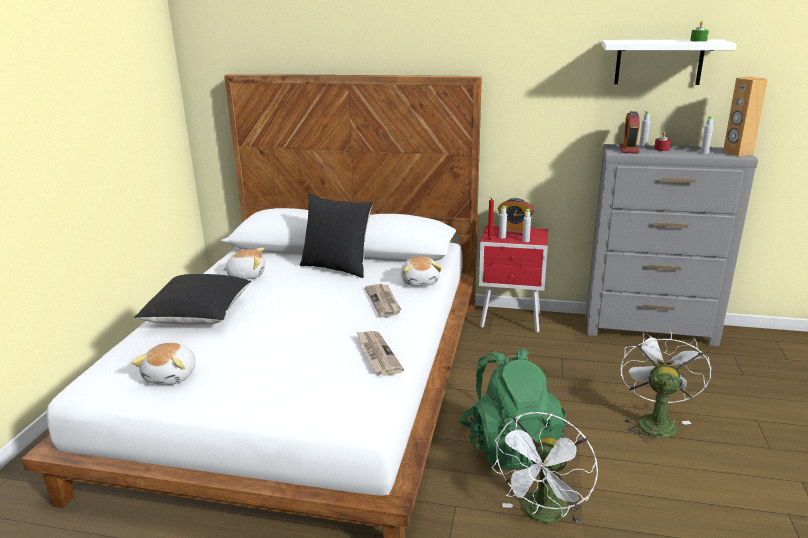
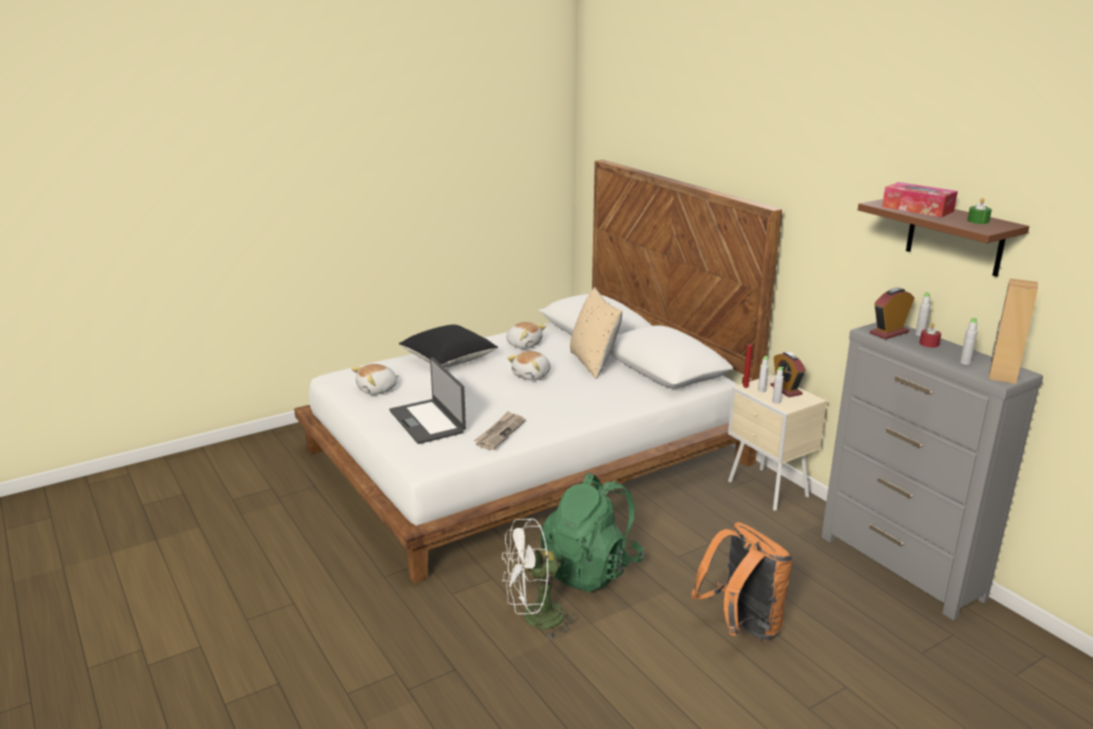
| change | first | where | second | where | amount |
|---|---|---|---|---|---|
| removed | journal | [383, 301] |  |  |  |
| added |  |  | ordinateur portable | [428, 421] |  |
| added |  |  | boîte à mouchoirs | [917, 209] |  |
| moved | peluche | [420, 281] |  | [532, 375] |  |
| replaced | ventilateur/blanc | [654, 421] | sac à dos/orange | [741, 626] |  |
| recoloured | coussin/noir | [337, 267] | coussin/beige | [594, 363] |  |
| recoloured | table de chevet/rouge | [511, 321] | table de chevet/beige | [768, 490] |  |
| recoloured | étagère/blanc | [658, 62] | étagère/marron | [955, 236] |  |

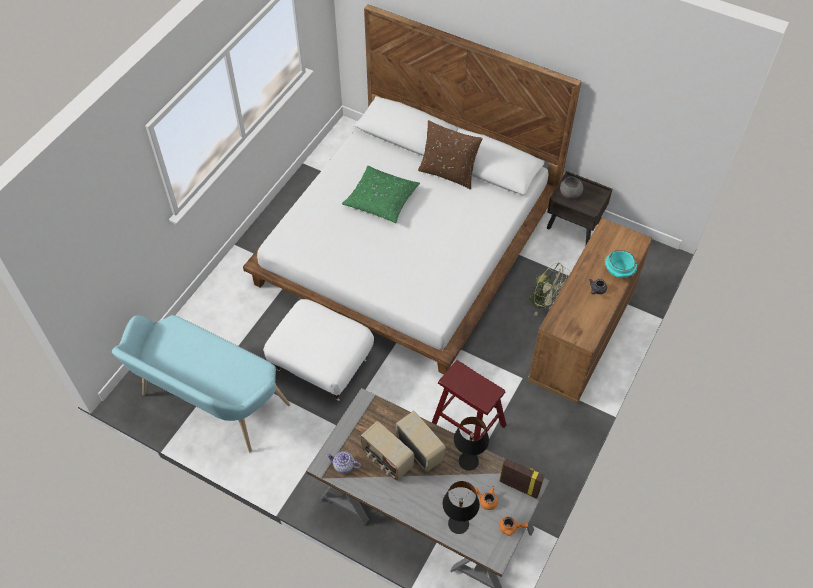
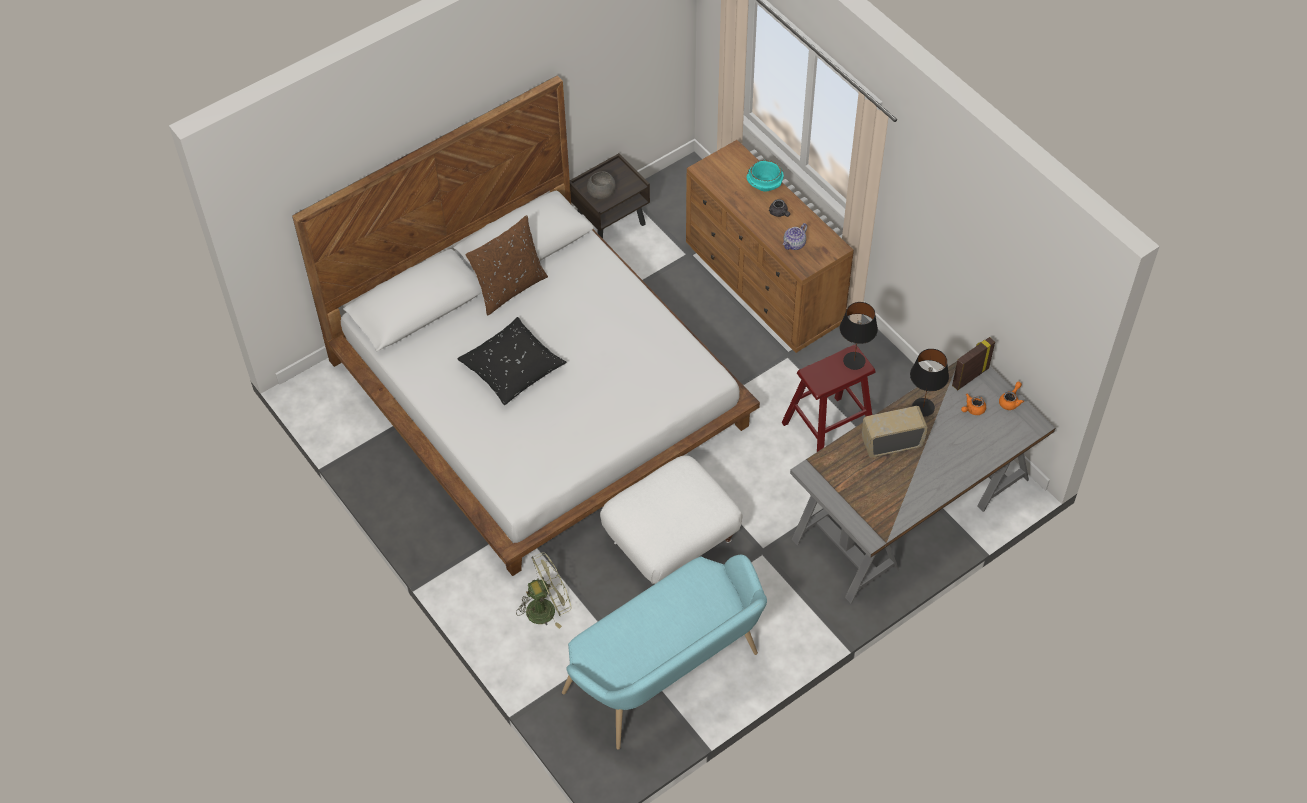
| change | first | where | second | where | amount |
|---|---|---|---|---|---|
| removed | radio | [387, 459] |  |  |  |
| moved | théière | [343, 466] |  | [794, 244] |  |
| moved | lampe de table/noir | [458, 523] |  | [853, 360] |  |
| moved | ventilateur/vert | [544, 302] |  | [546, 608] |  |
| recoloured | coussin/vert | [381, 199] | coussin/noir | [512, 368] |  |

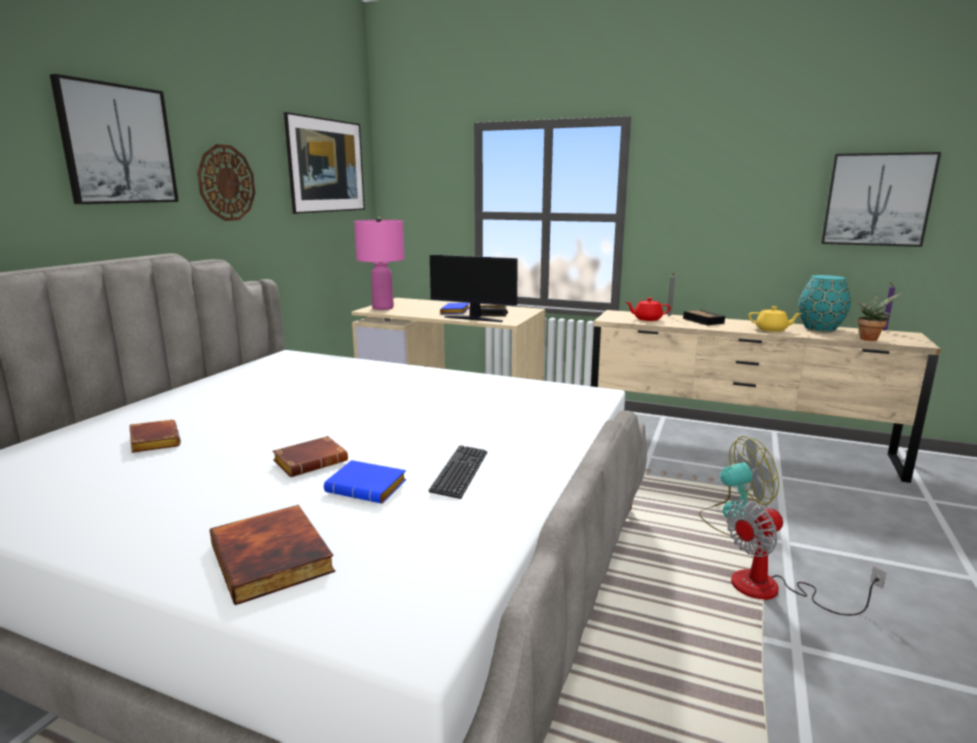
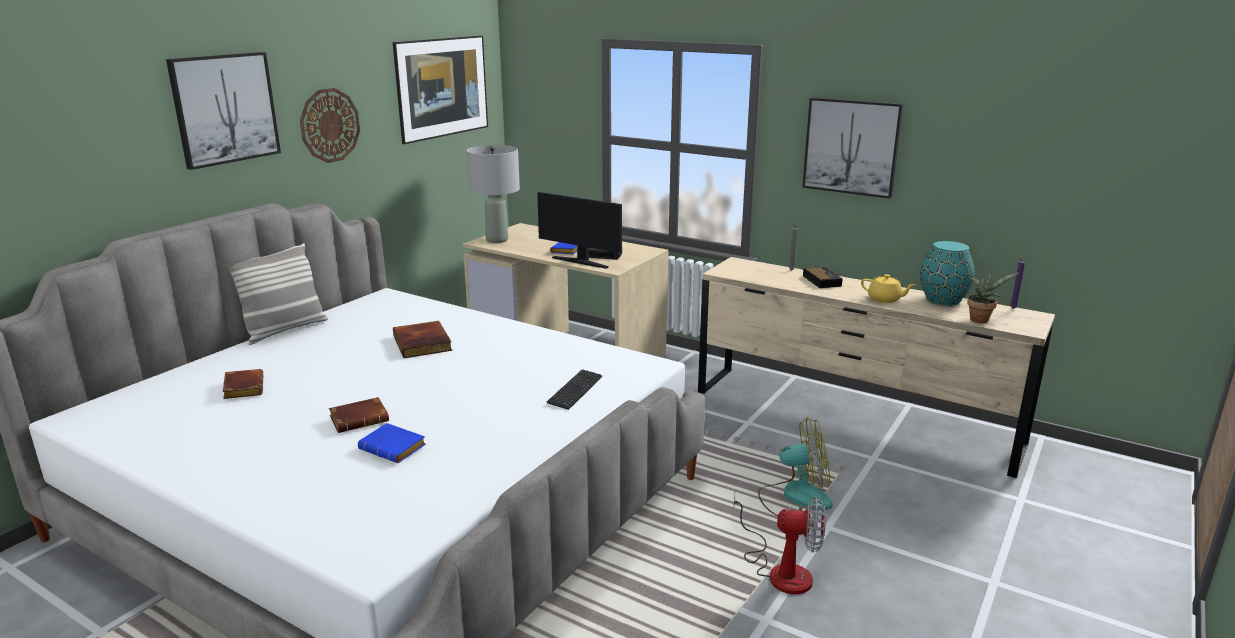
| change | first | where | second | where | amount |
|---|---|---|---|---|---|
| removed | théière/rouge | [647, 319] |  |  |  |
| added |  |  | coussin | [284, 330] |  |
| moved | livre | [274, 557] |  | [424, 343] |  |
| moved | clavier | [460, 473] |  | [575, 391] |  |
| moved | tableau | [877, 199] |  | [851, 146] |  |
| recoloured | lampe de table/rose | [383, 308] | lampe de table/gris | [497, 240] |  |
| turned | ventilateur | [773, 590] |  | [780, 570] | 150 degrees counterclockwise |

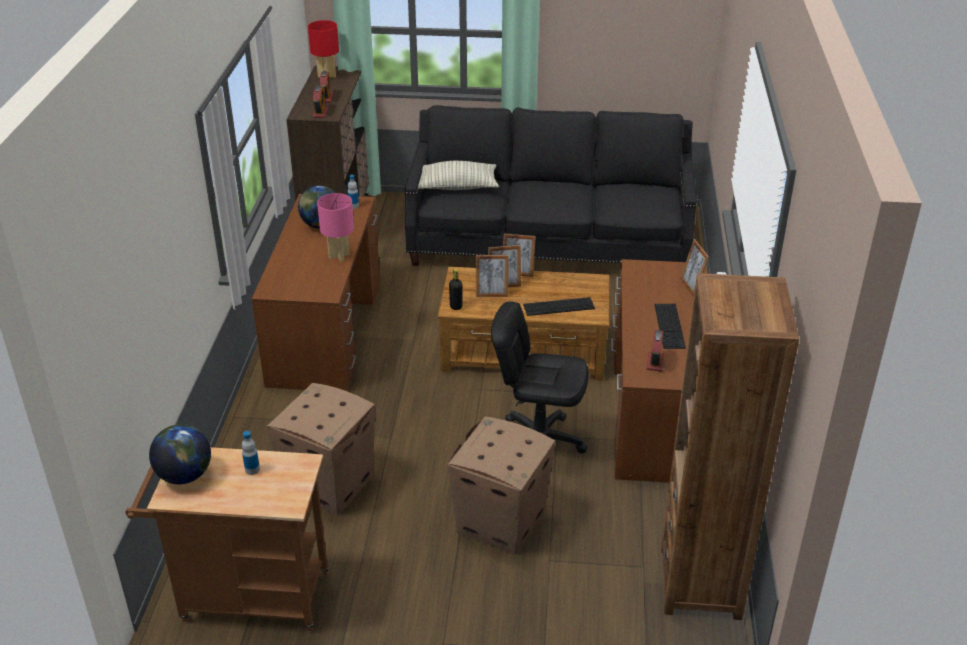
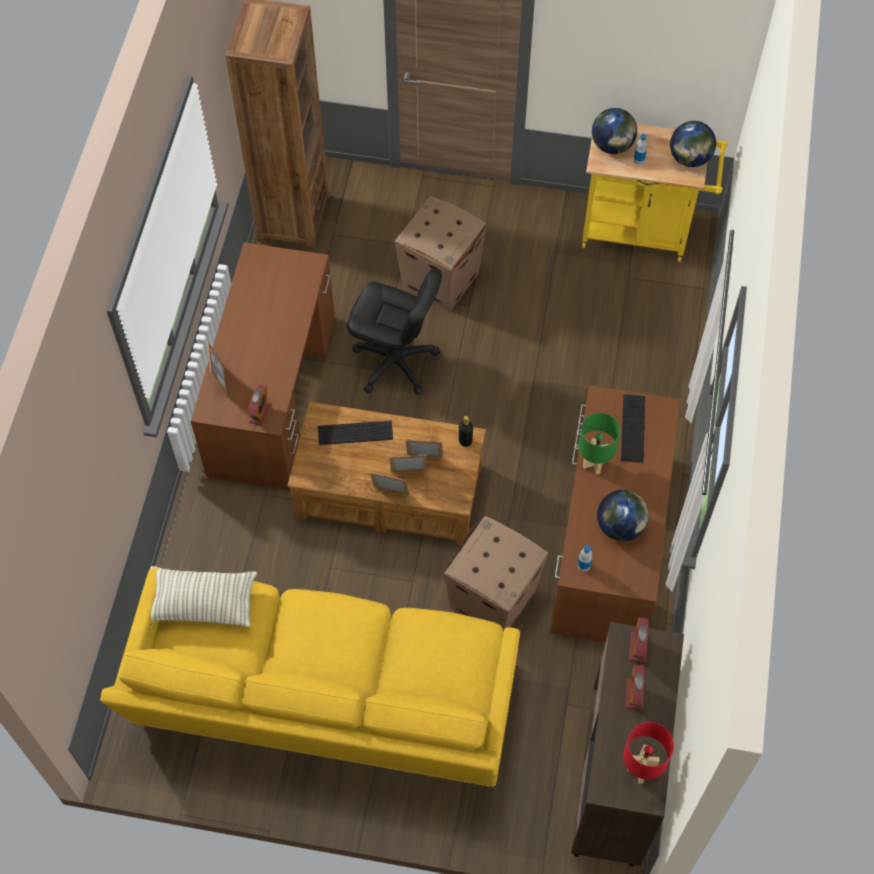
| change | first | where | second | where | amount |
|---|---|---|---|---|---|
| added |  |  | globe | [612, 146] |  |
| moved | carton | [330, 485] |  | [492, 600] |  |
| moved | coussin | [457, 187] |  | [202, 602] |  |
| moved | réveil | [655, 362] |  | [260, 413] |  |
| moved | clavier | [669, 326] |  | [633, 428] |  |
| recoloured | chariot/marron | [246, 596] | chariot/jaune | [642, 231] |  |
| recoloured | lampe de table/rose | [339, 256] | lampe de table/vert | [593, 463] |  |
| recoloured | canapé/noir | [549, 241] | canapé/jaune | [324, 701] |  |

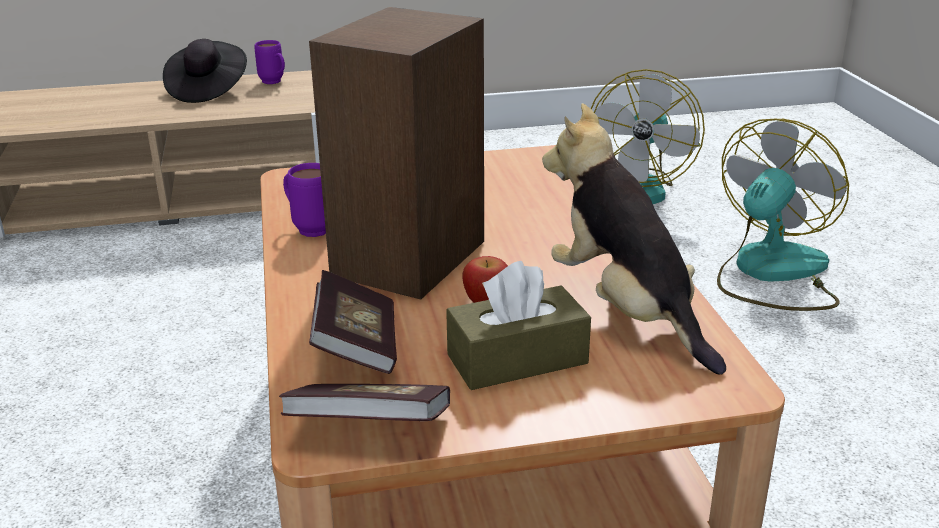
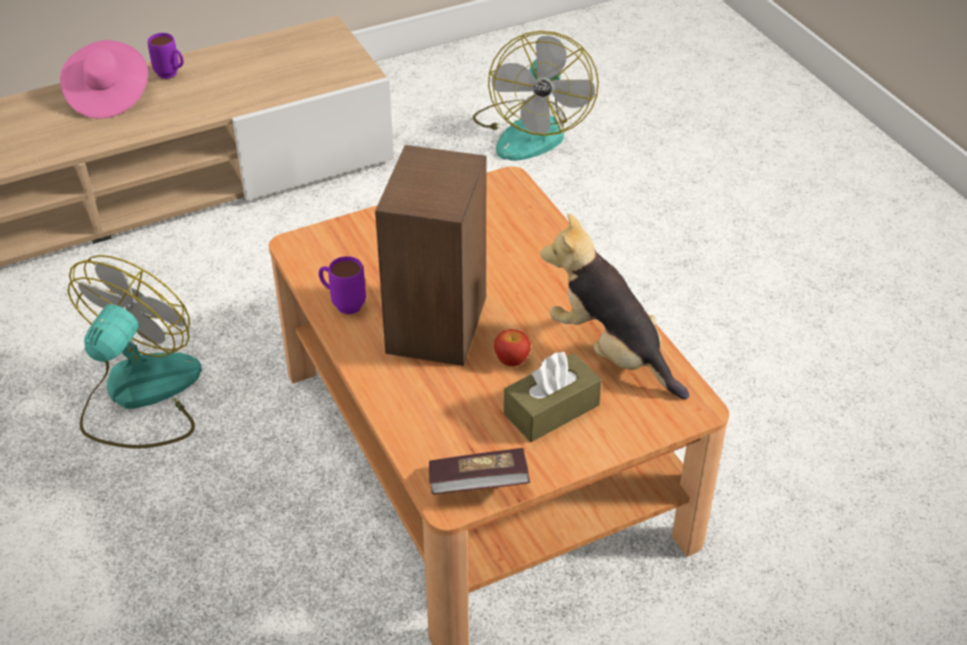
| change | first | where | second | where | amount |
|---|---|---|---|---|---|
| removed | livre | [356, 346] |  |  |  |
| moved | ventilateur | [771, 273] |  | [139, 396] |  |
| recoloured | chapeau/noir | [207, 90] | chapeau/rose | [108, 96] |  |

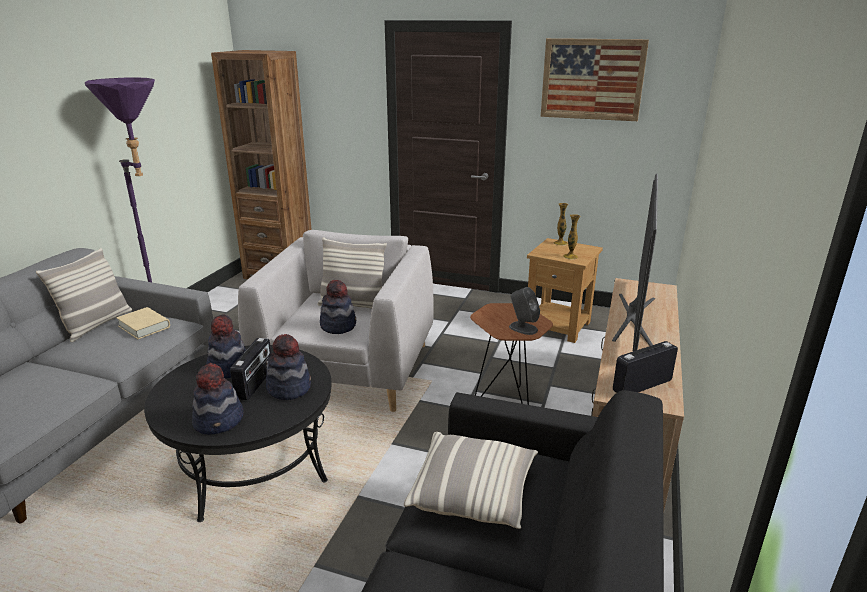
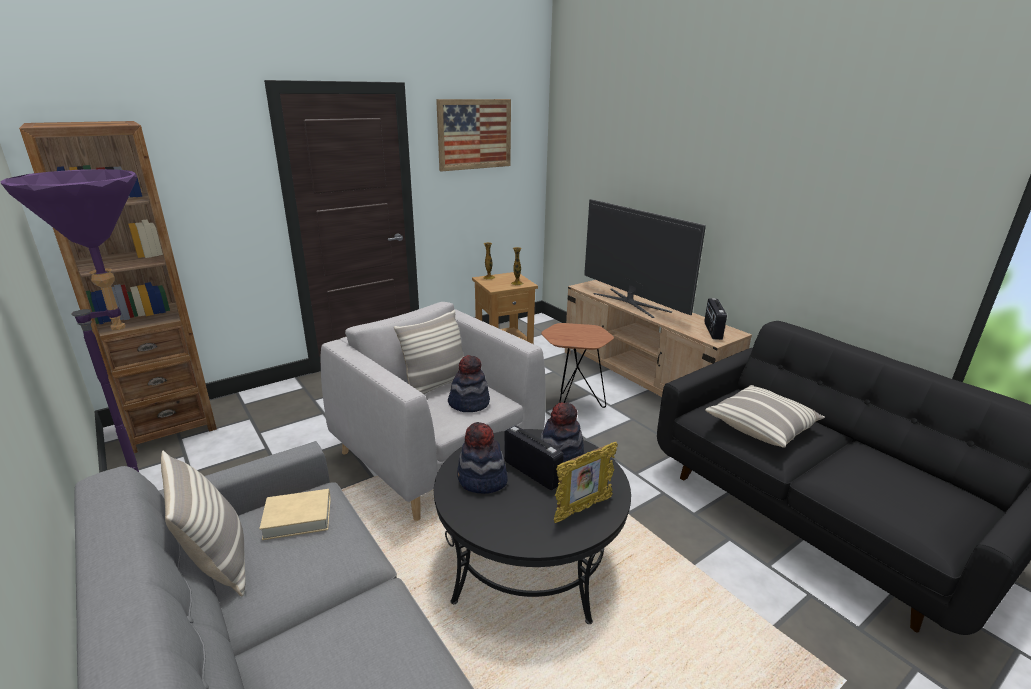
| change | first | where | second | where | amount |
|---|---|---|---|---|---|
| removed | enceinte/gris | [523, 328] |  |  |  |
| replaced | chapeau | [219, 421] | cadre photo | [582, 509] |  |

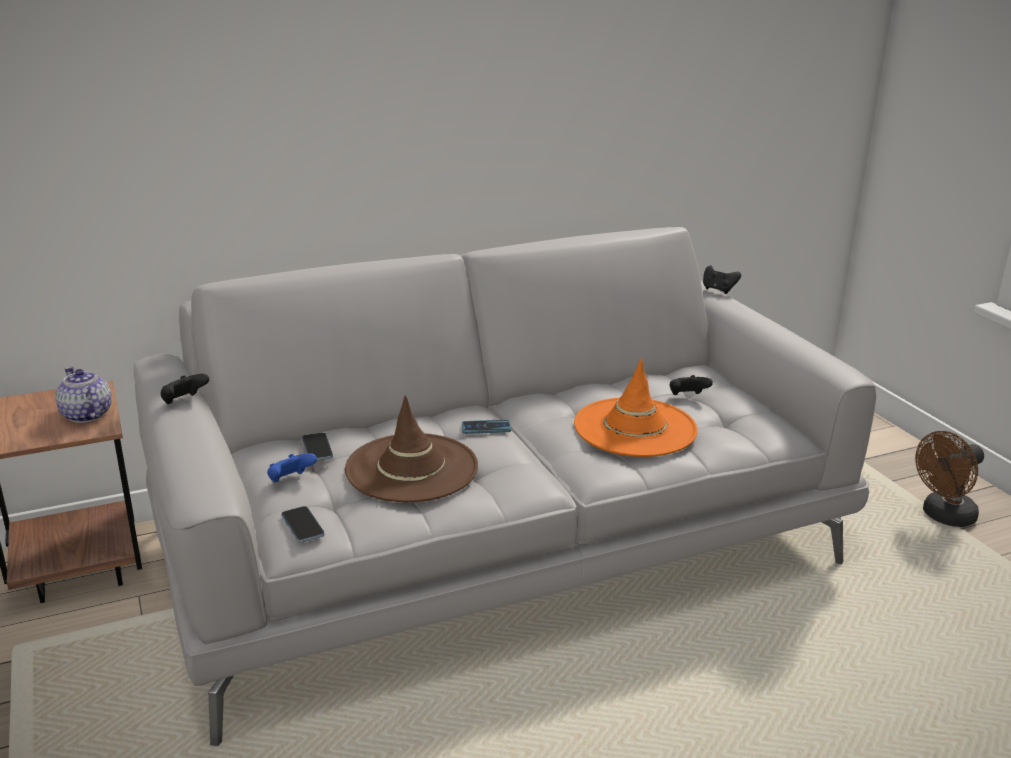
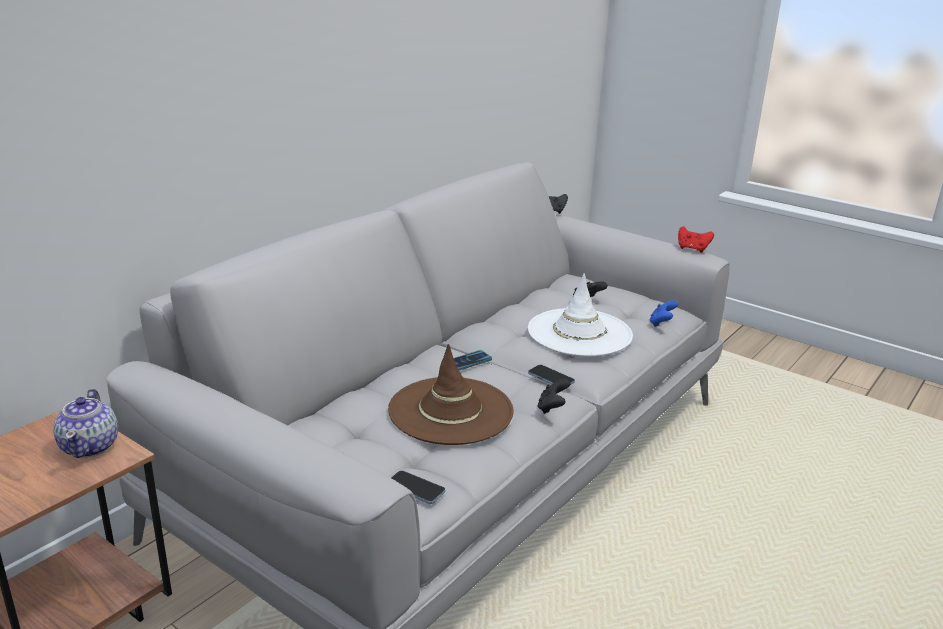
| change | first | where | second | where | amount |
|---|---|---|---|---|---|
| removed | ventilateur/marron | [943, 516] |  |  |  |
| added |  |  | manette/rouge | [692, 249] |  |
| moved | manette/noir | [184, 402] |  | [552, 408] |  |
| moved | manette/bleu | [290, 480] |  | [661, 323] |  |
| moved | téléphone | [317, 448] |  | [551, 378] |  |
| recoloured | chapeau/orange | [635, 428] | chapeau/blanc | [579, 333] |  |
| turned | théière | [86, 415] |  | [90, 446] | 120 degrees counterclockwise |

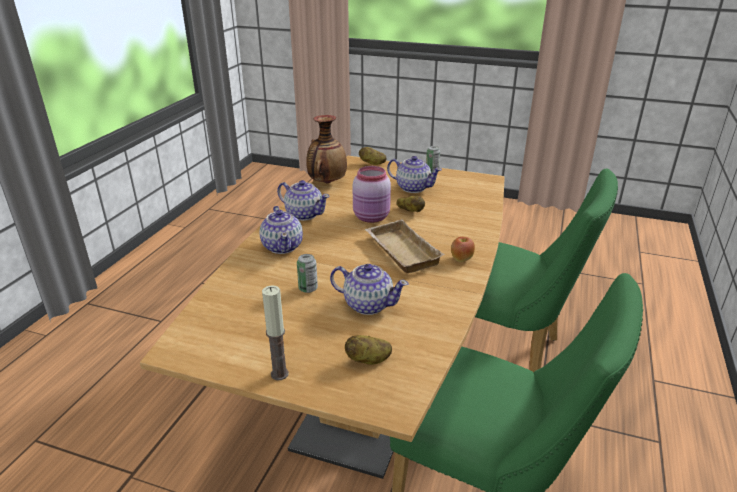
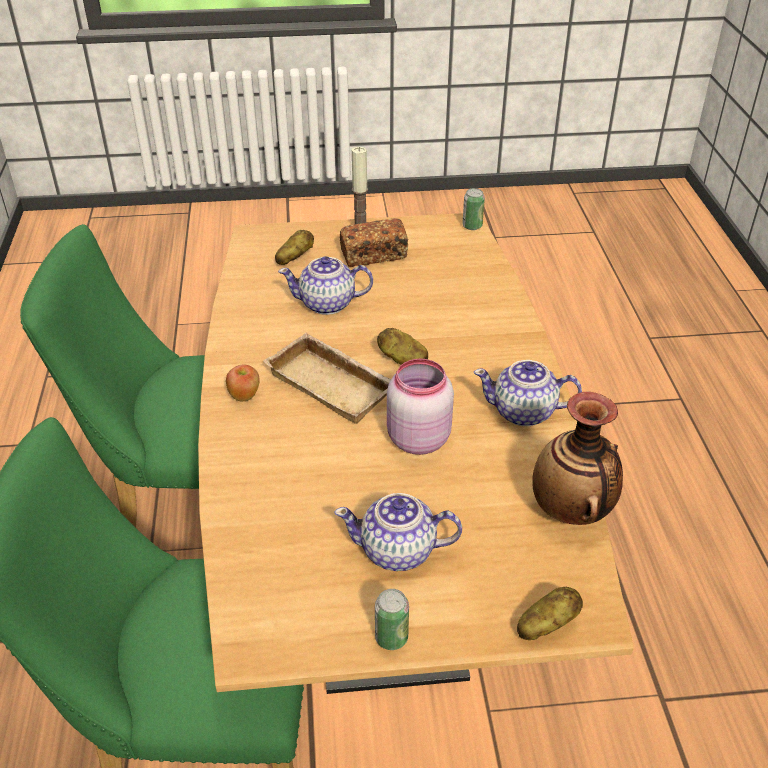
| change | first | where | second | where | amount |
|---|---|---|---|---|---|
| removed | théière | [283, 246] |  |  |  |
| added |  |  | pain | [373, 255] |  |
| moved | boîte métallique | [308, 288] |  | [472, 226] |  |
| moved | pomme de terre | [410, 211] |  | [401, 359] |  |

